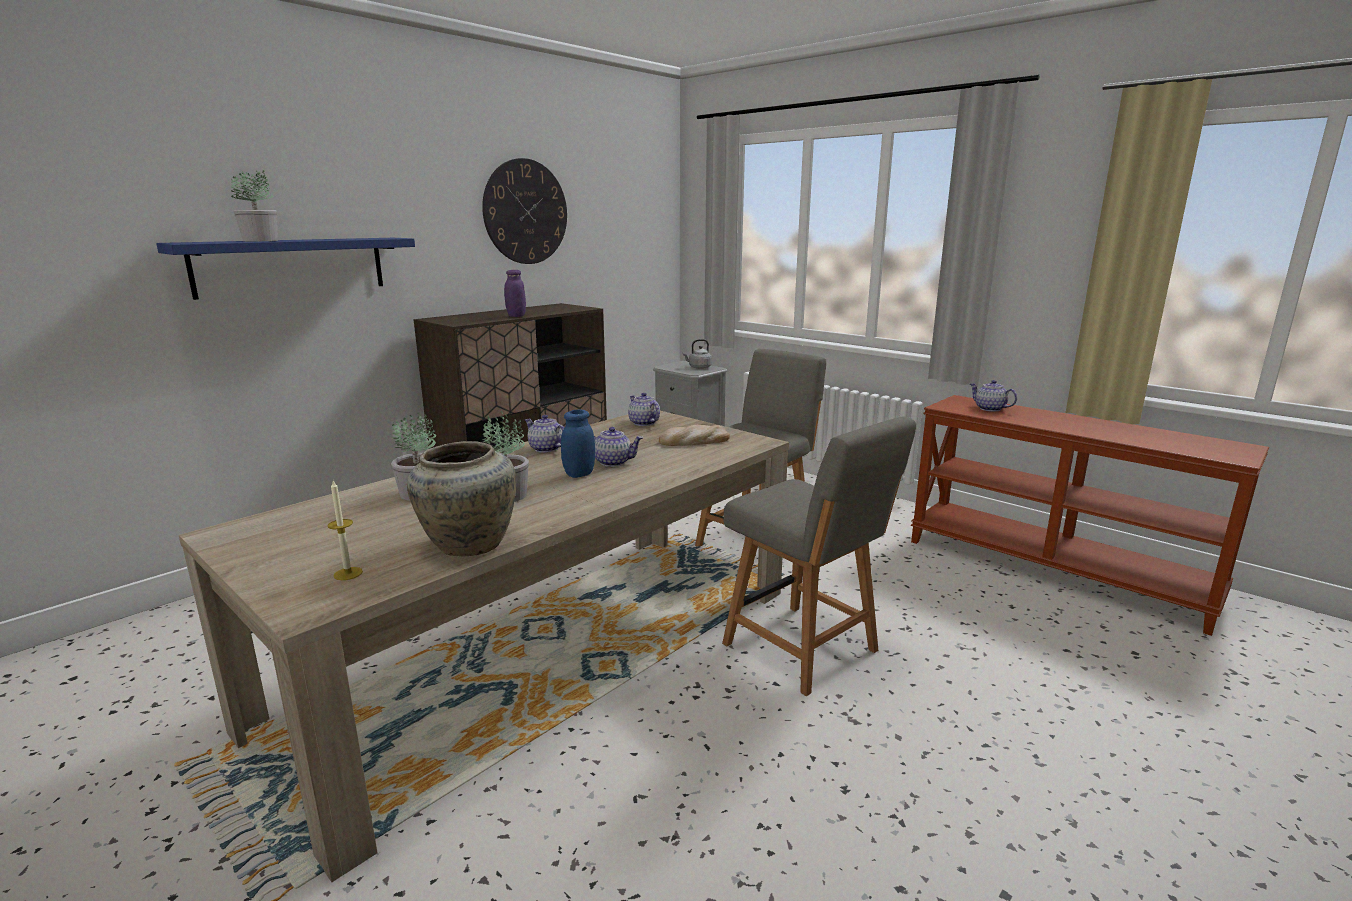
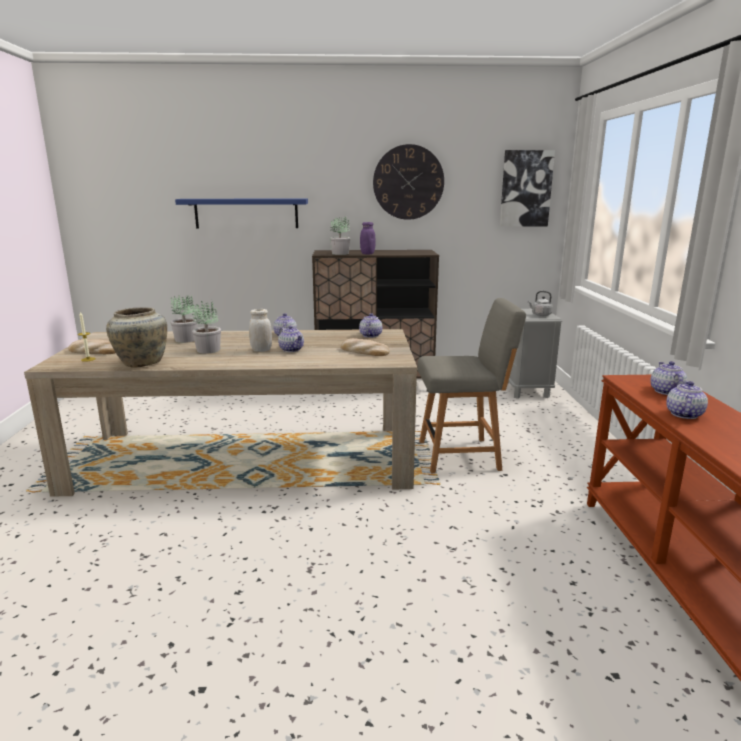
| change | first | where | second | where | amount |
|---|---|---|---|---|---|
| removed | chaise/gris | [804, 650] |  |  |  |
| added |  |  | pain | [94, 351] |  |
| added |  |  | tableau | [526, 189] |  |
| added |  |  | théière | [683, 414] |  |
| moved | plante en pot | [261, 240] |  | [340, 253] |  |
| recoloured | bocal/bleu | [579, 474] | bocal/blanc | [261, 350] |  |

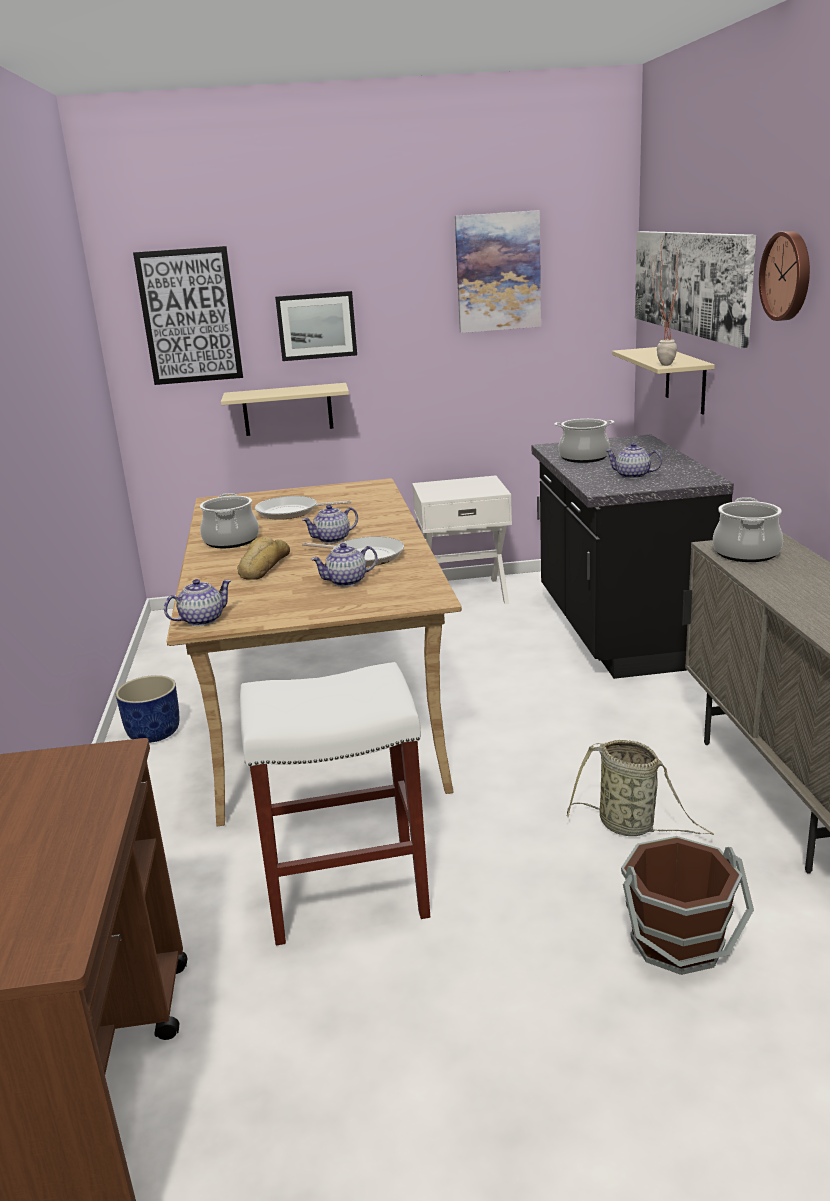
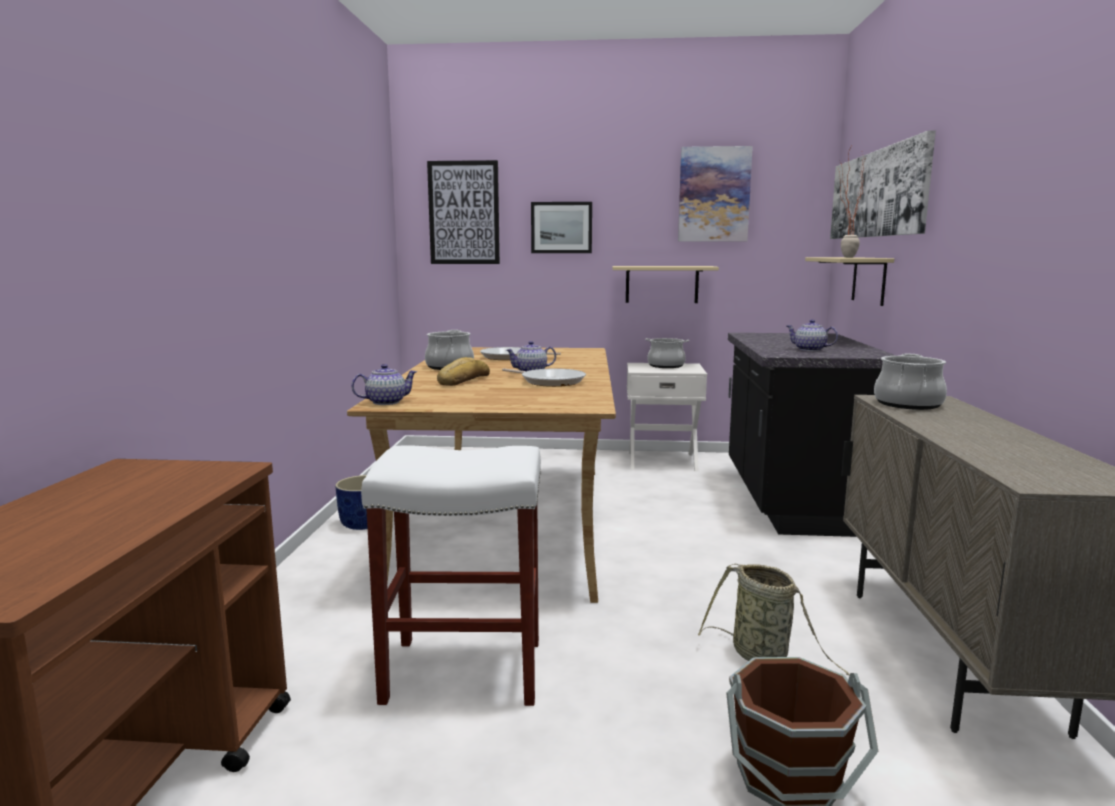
| change | first | where | second | where | amount |
|---|---|---|---|---|---|
| removed | théière | [347, 581] |  |  |  |
| removed | horloge murale | [788, 276] |  |  |  |
| moved | étagère/beige | [287, 409] |  | [662, 284] |  |
| moved | marmite | [583, 458] |  | [666, 366] |  |

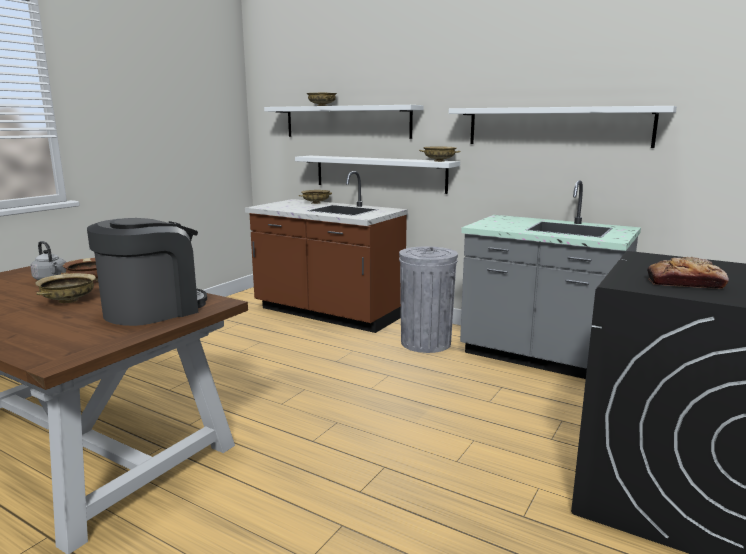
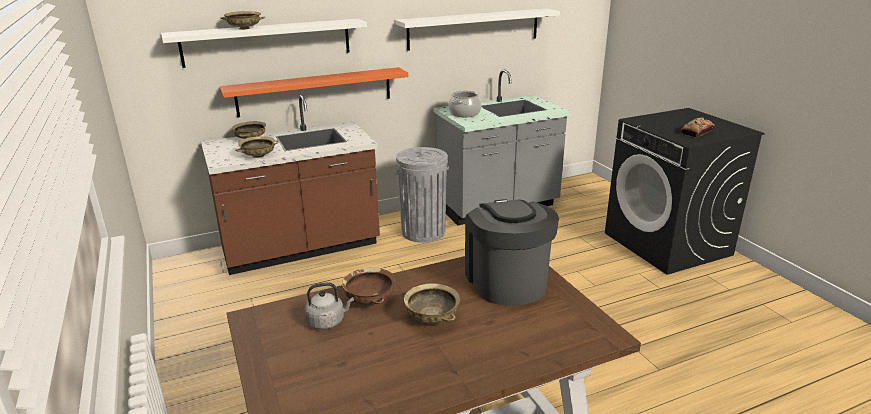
| change | first | where | second | where | amount |
|---|---|---|---|---|---|
| added |  |  | marmite | [464, 113] |  |
| moved | bol/beige | [439, 161] |  | [259, 155] |  |
| recoloured | étagère/blanc | [379, 173] | étagère/orange | [315, 91] |  |

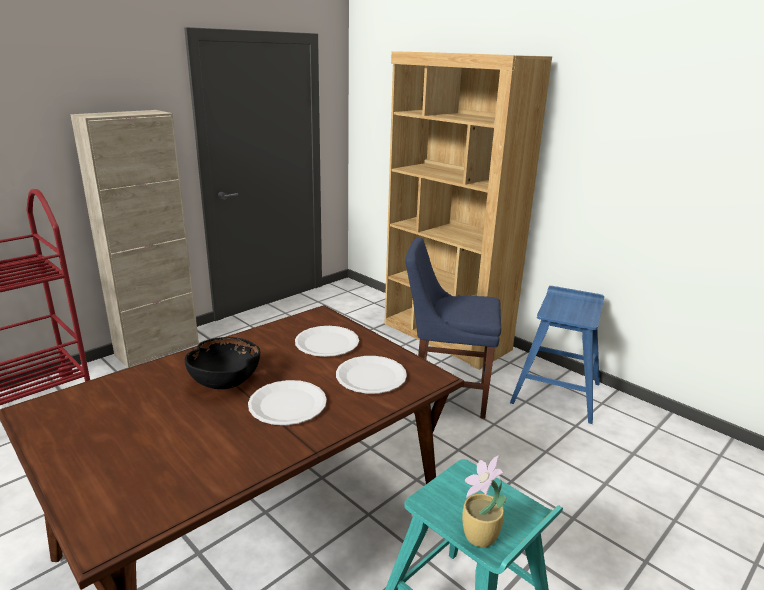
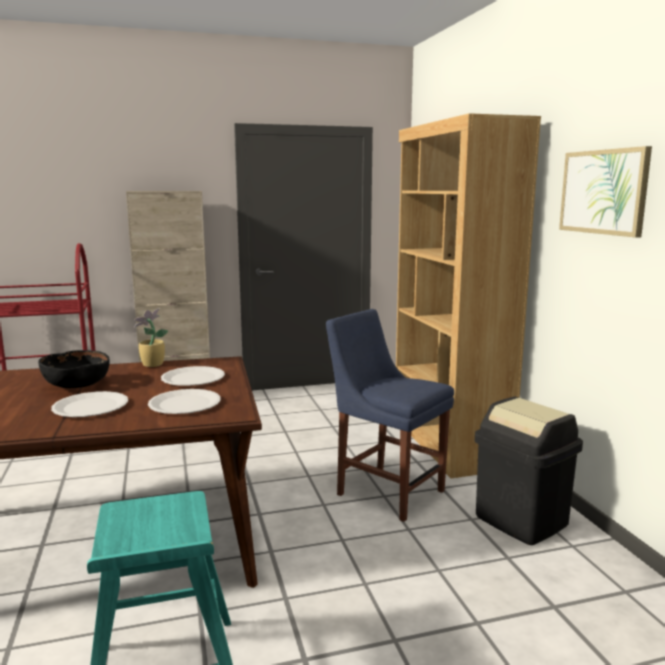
| change | first | where | second | where | amount |
|---|---|---|---|---|---|
| added |  |  | tableau | [603, 192] |  |
| moved | plante en pot | [479, 537] |  | [151, 365] |  |
| replaced | tabouret/bleu | [556, 392] | poubelle/noir | [521, 520] |  |

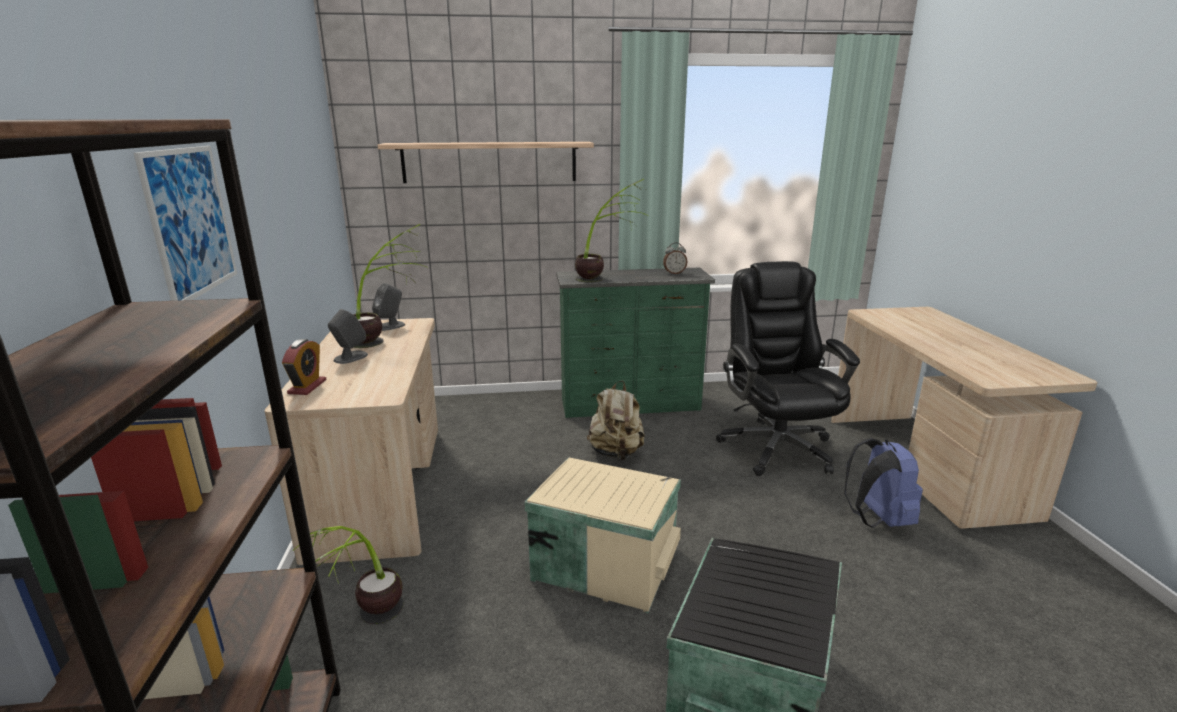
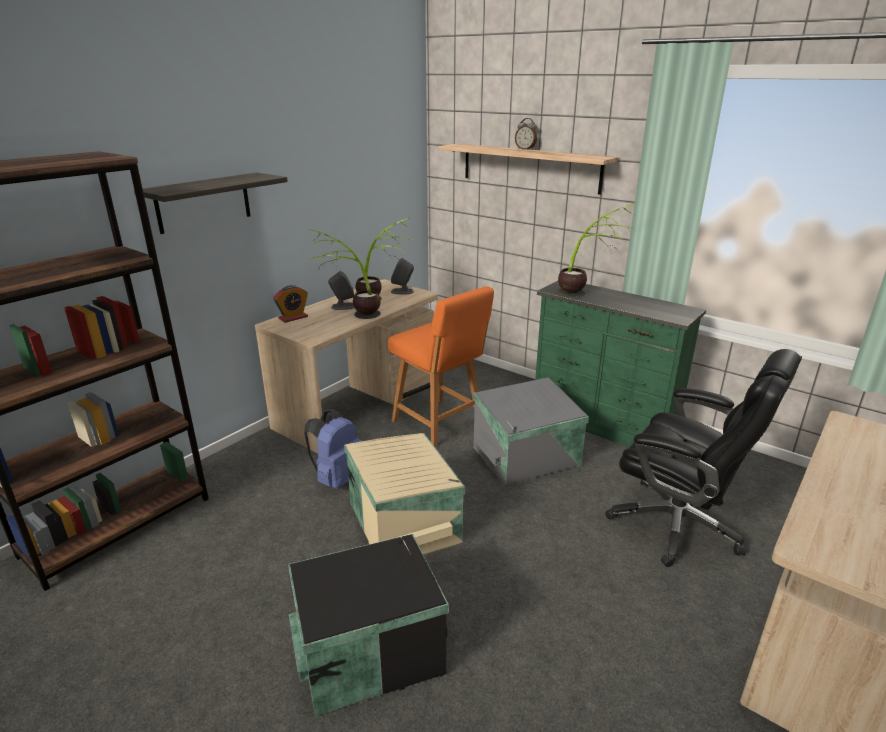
| change | first | where | second | where | amount |
|---|---|---|---|---|---|
| added |  |  | chaise/orange | [439, 423] |  |
| moved | plante en pot | [365, 627] |  | [352, 316] |  |
| moved | réveil | [674, 273] |  | [525, 149] |  |
| moved | sac à dos/bleu | [877, 519] |  | [338, 478] |  |
| replaced | tableau | [190, 222] | étagère | [203, 202] |  |
| replaced | sac à dos/beige | [616, 453] | boîte de rangement/gris | [527, 457] |  |
| turned | chaise de bureau/noir | [776, 447] |  | [679, 525] | 90 degrees clockwise |

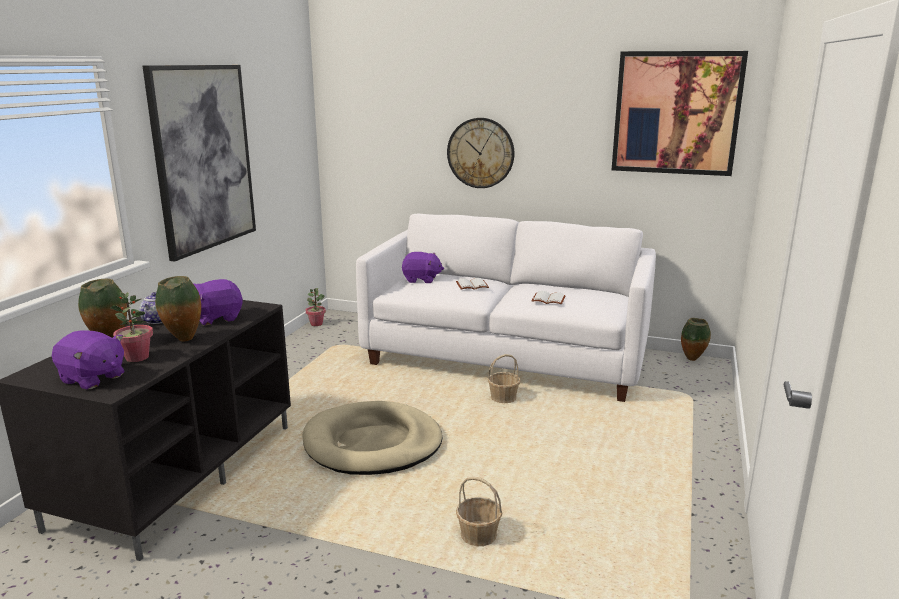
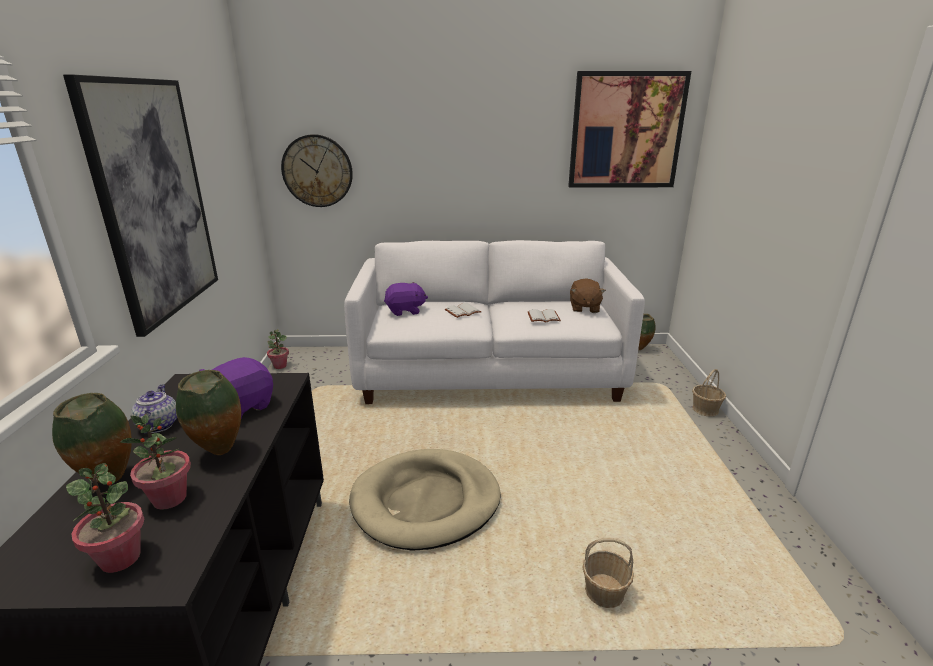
| change | first | where | second | where | amount |
|---|---|---|---|---|---|
| added |  |  | peluche/marron | [584, 308] |  |
| moved | horloge murale | [480, 153] |  | [317, 171] |  |
| moved | panier | [503, 398] |  | [705, 409] |  |
| replaced | peluche/violet | [92, 378] | plante en pot | [121, 558] |  |

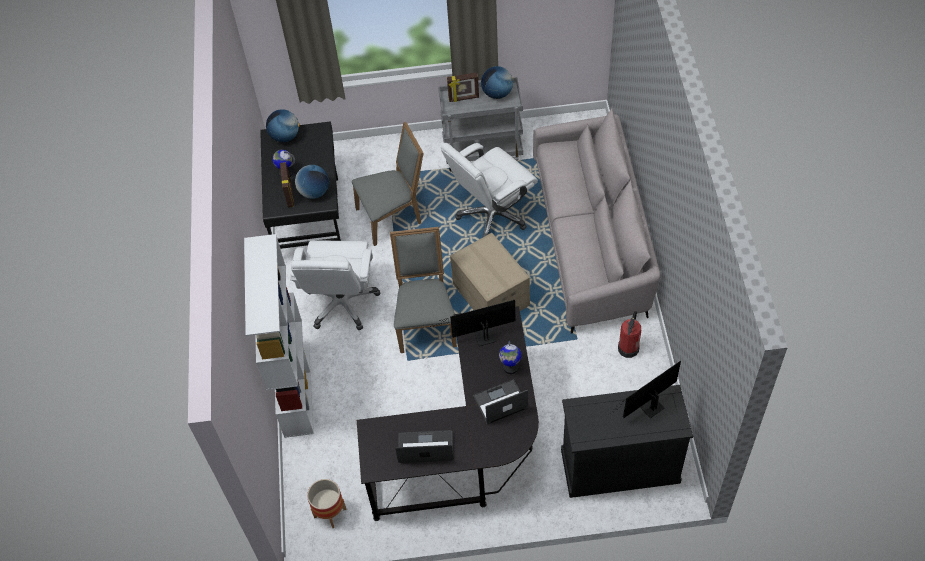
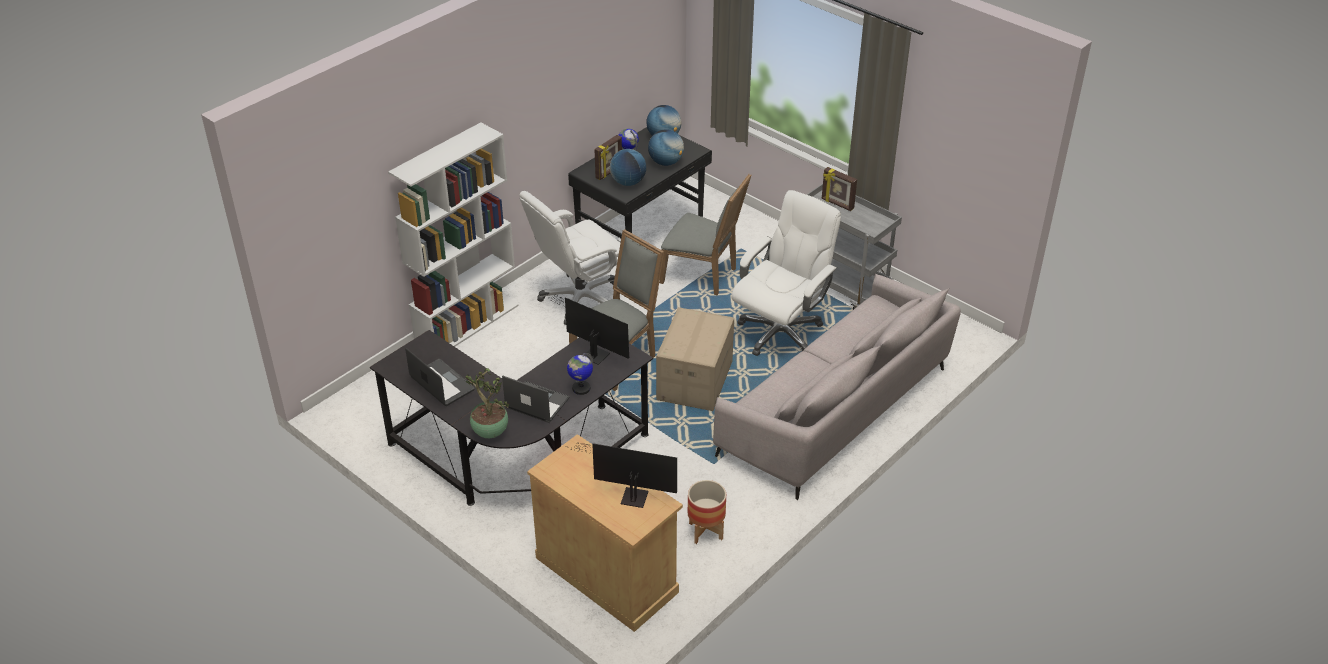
| change | first | where | second | where | amount |
|---|---|---|---|---|---|
| removed | extincteur | [628, 348] |  |  |  |
| added |  |  | plante en pot | [489, 432] |  |
| moved | cache-pot | [330, 513] |  | [705, 531] |  |
| moved | globe | [497, 93] |  | [666, 162] |  |
| recoloured | meuble de rangement/noir | [619, 466] | meuble de rangement/beige | [607, 574] |  |
| turned | chaise de bureau/blanc | [492, 215] |  | [780, 332] | 120 degrees clockwise |

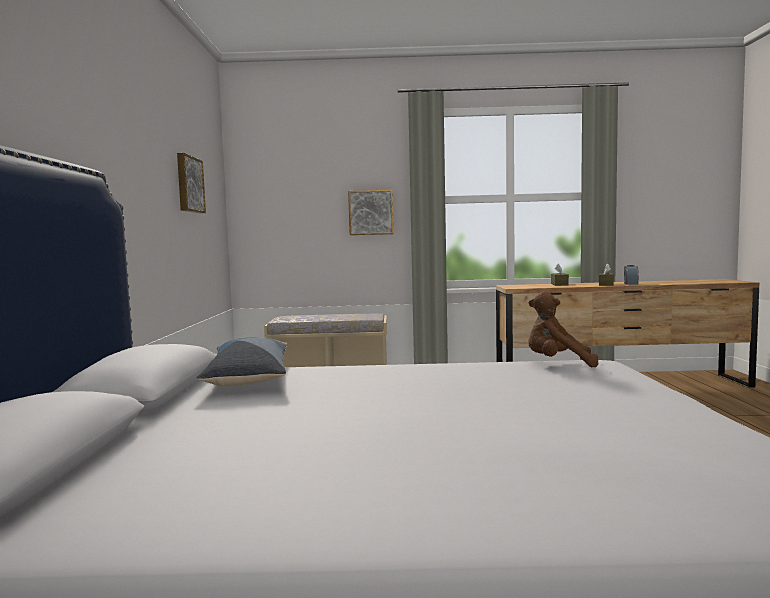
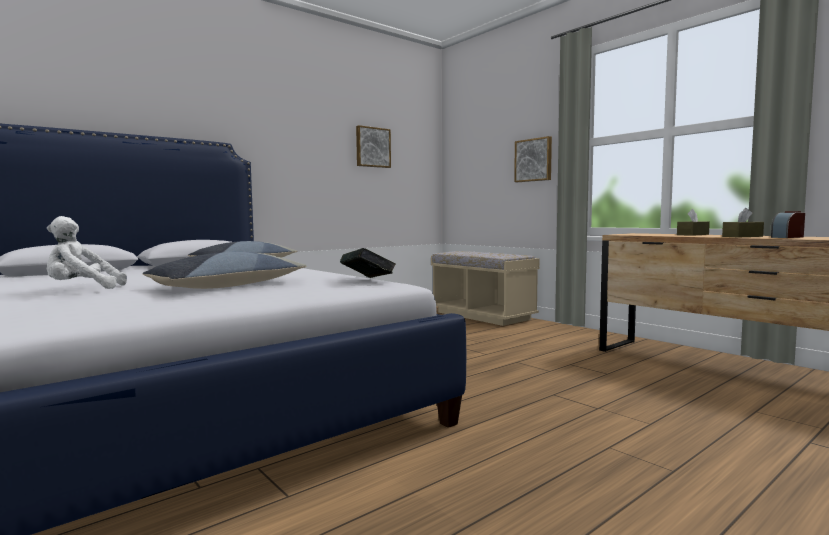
| change | first | where | second | where | amount |
|---|---|---|---|---|---|
| added |  |  | peluche/blanc | [82, 289] |  |
| added |  |  | coussin | [228, 286] |  |
| replaced | peluche/marron | [557, 364] | livre | [367, 281] |  |

